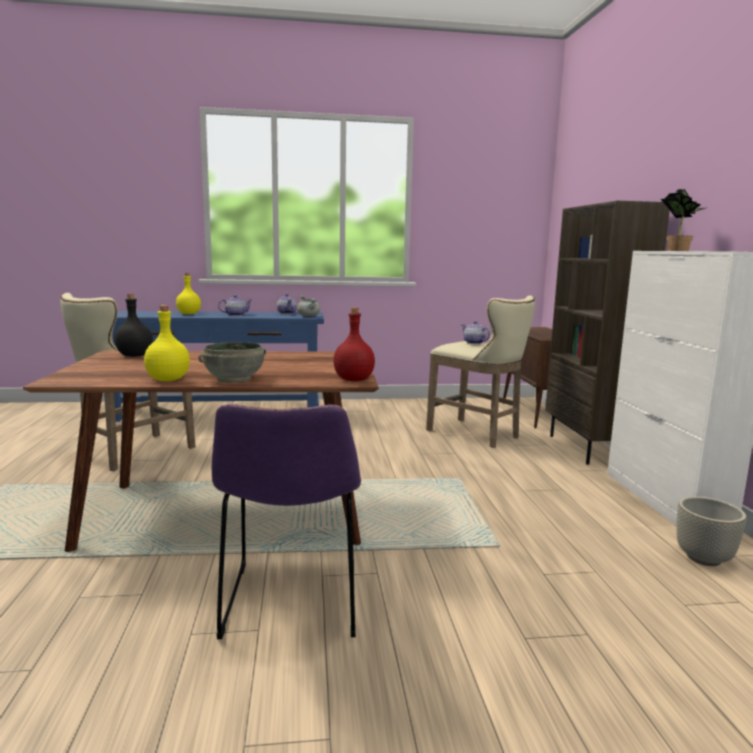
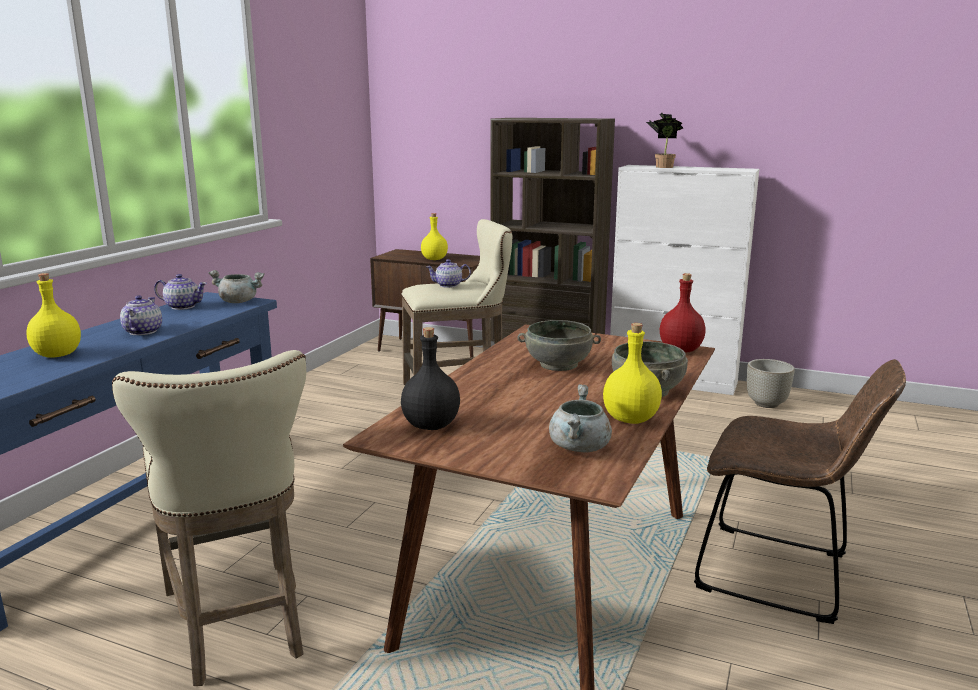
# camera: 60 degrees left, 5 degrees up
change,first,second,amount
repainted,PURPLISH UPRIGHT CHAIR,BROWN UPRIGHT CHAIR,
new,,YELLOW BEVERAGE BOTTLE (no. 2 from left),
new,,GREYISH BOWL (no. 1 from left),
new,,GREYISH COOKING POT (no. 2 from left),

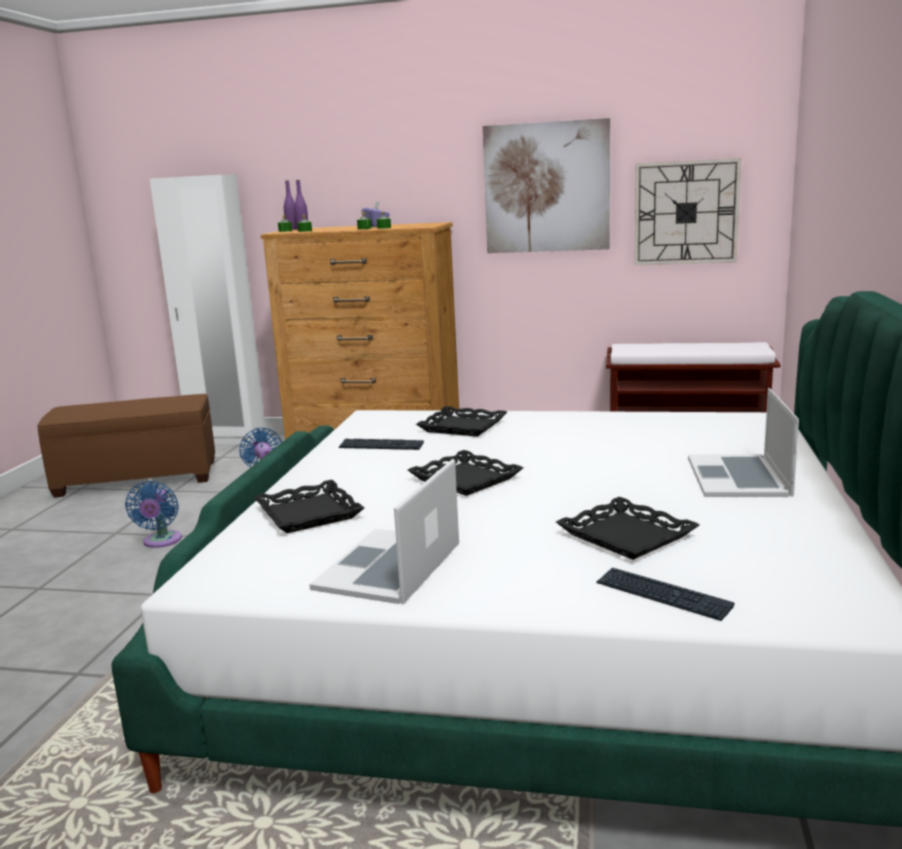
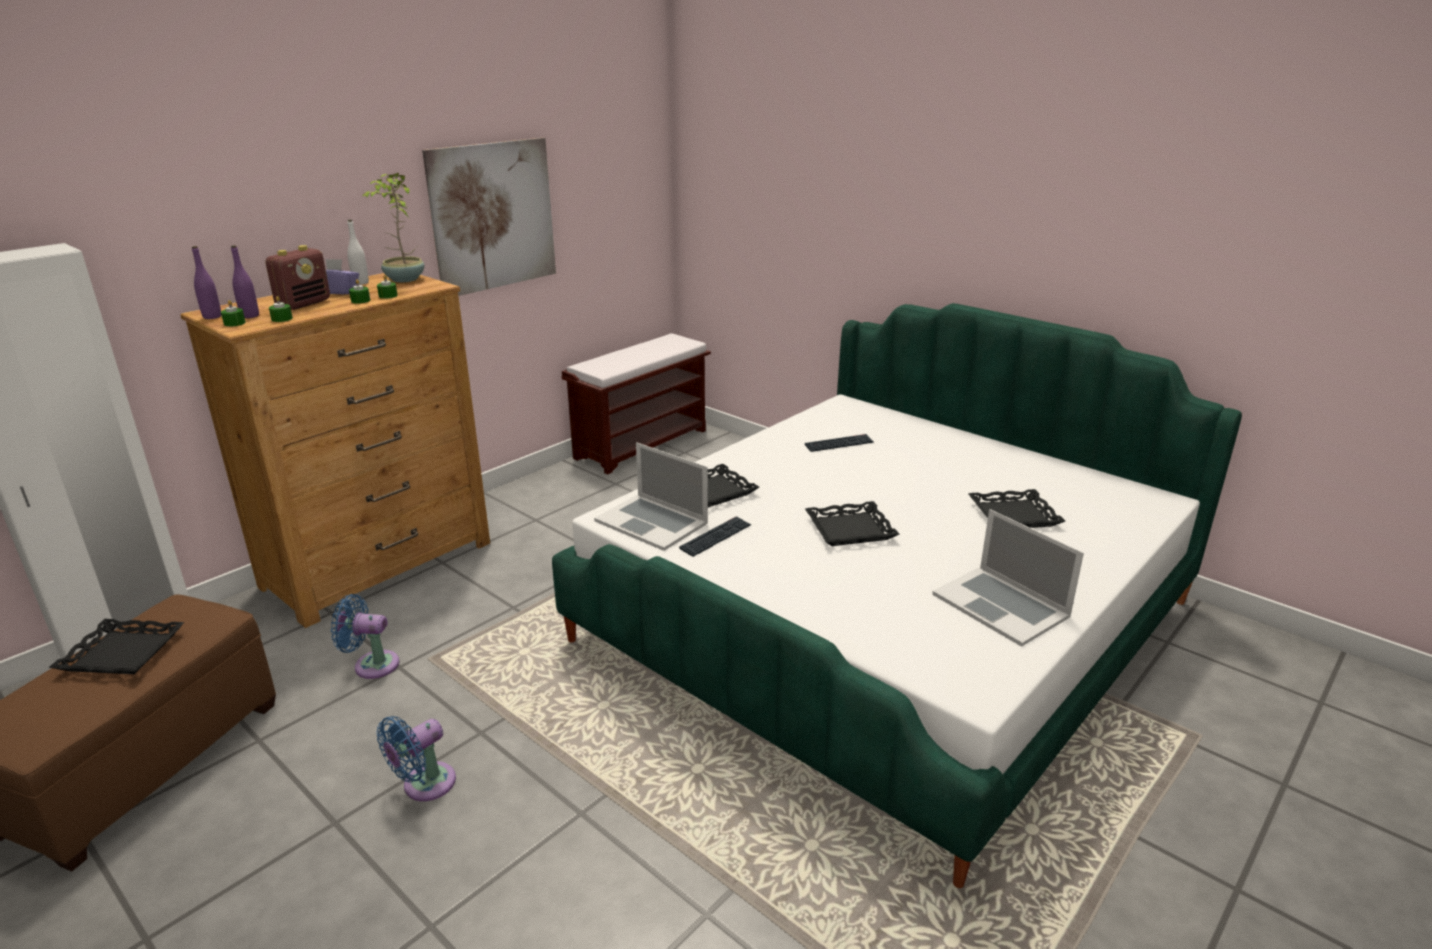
# camera: 60 degrees left, 10 degrees up
change,first,second,amount
rotated,BLUE-COLOURED FAN (no. 1 from left in the first image),BLUE-COLOURED FAN (no. 2 from left),105 degrees clockwise
shifted,BLACK SERVING TRAY (no. 1 from left),,
shifted,COMPUTER KEYBOARD (no. 2 from left),,
gone,WALL CLOCK,,
shifted,LAPTOP (no. 2 from left in the first image),LAPTOP (no. 1 from left),
new,,RADIO RECEIVER,
new,,WHITE-COLOURED BEVERAGE BOTTLE,
new,,HOUSEPLANT,

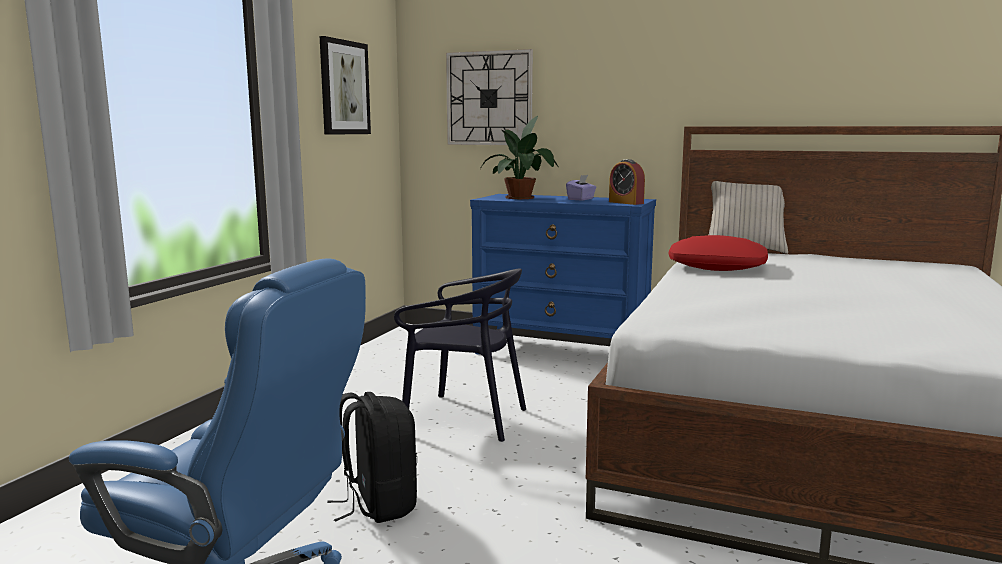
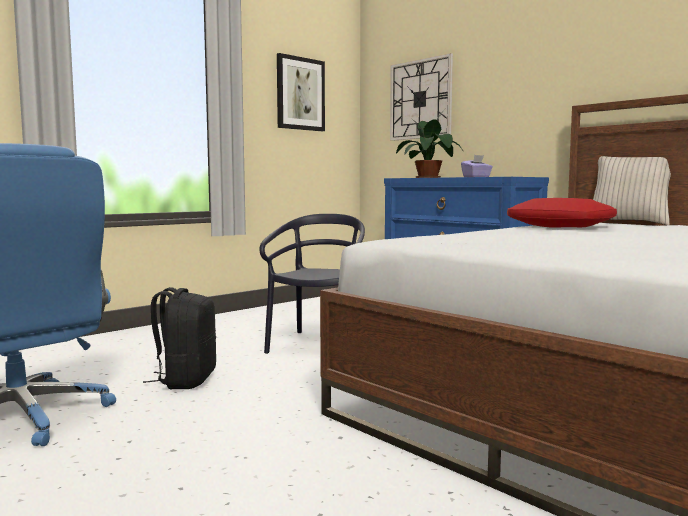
# camera: 25 degrees right, 5 degrees down
change,first,second,amount
rotated,BLACK UPRIGHT CHAIR,,120 degrees counterclockwise
gone,BEDSIDE CLOCK,,

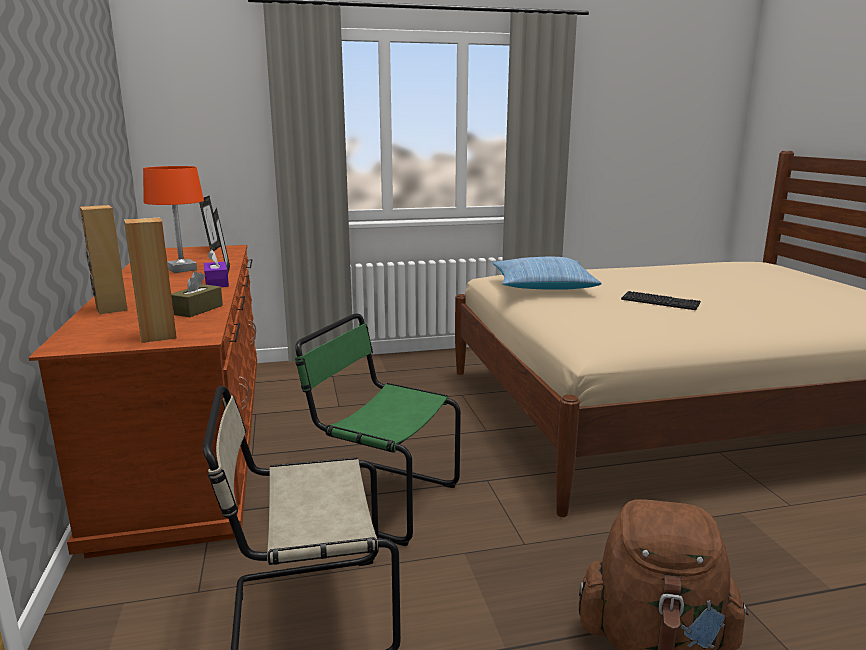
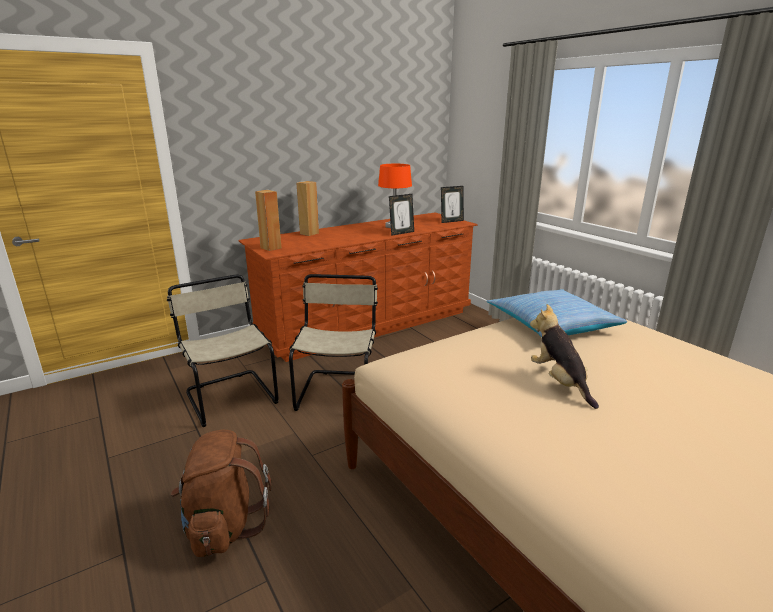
# camera: 70 degrees right, 5 degrees up
change,first,second,amount
gone,BROWN TISSUE HOLDER,,
gone,PURPLISH TISSUE HOLDER,,
repainted,GREENISH UPRIGHT CHAIR,BEIGE UPRIGHT CHAIR (no. 2 from left),
swapped,COMPUTER KEYBOARD,PLUSH TOY,

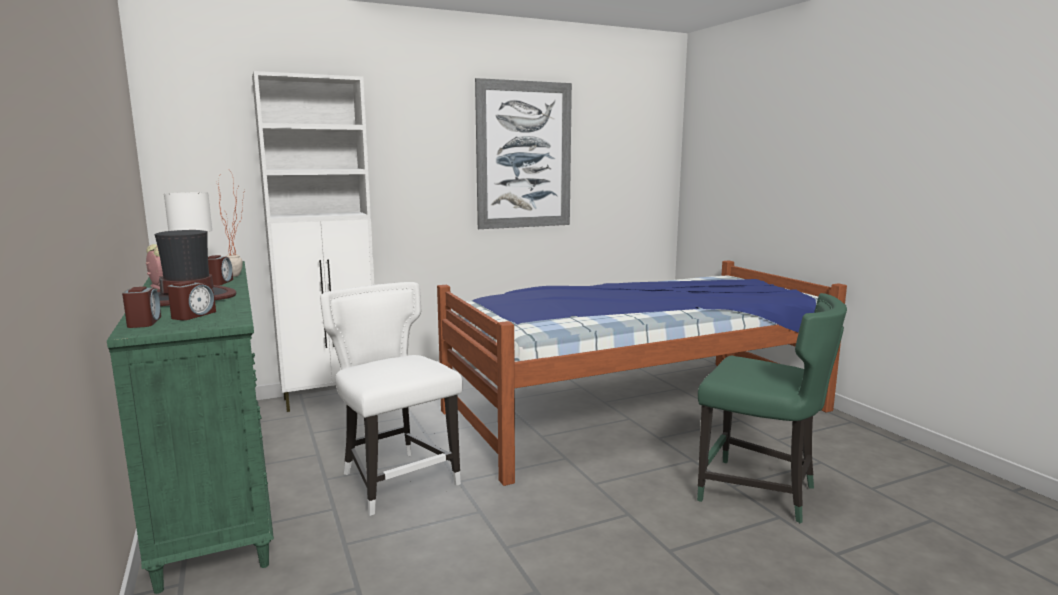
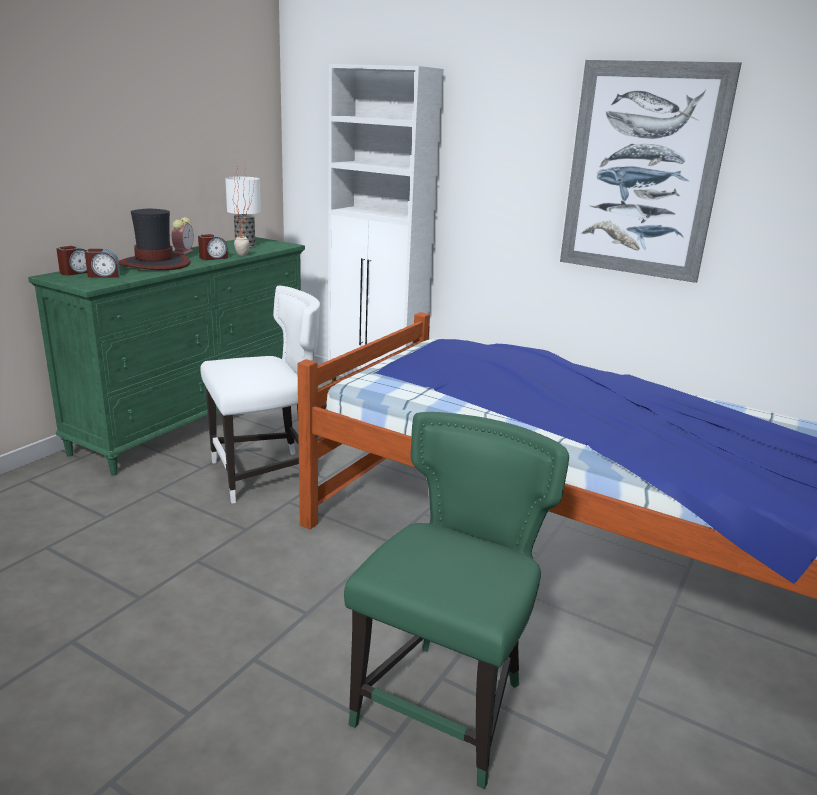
# camera: 55 degrees right, 10 degrees up
change,first,second,amount
rotated,WHITE-COLOURED UPRIGHT CHAIR,,45 degrees clockwise
rotated,GREENISH UPRIGHT CHAIR,,150 degrees counterclockwise

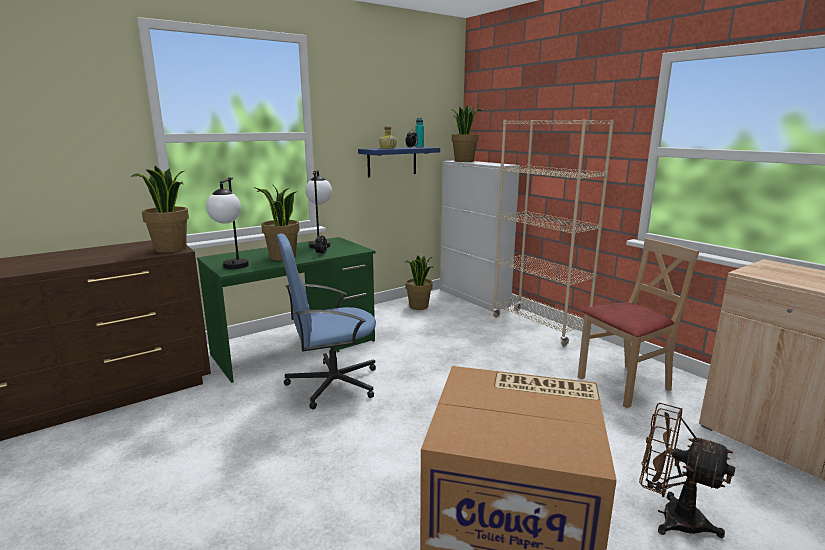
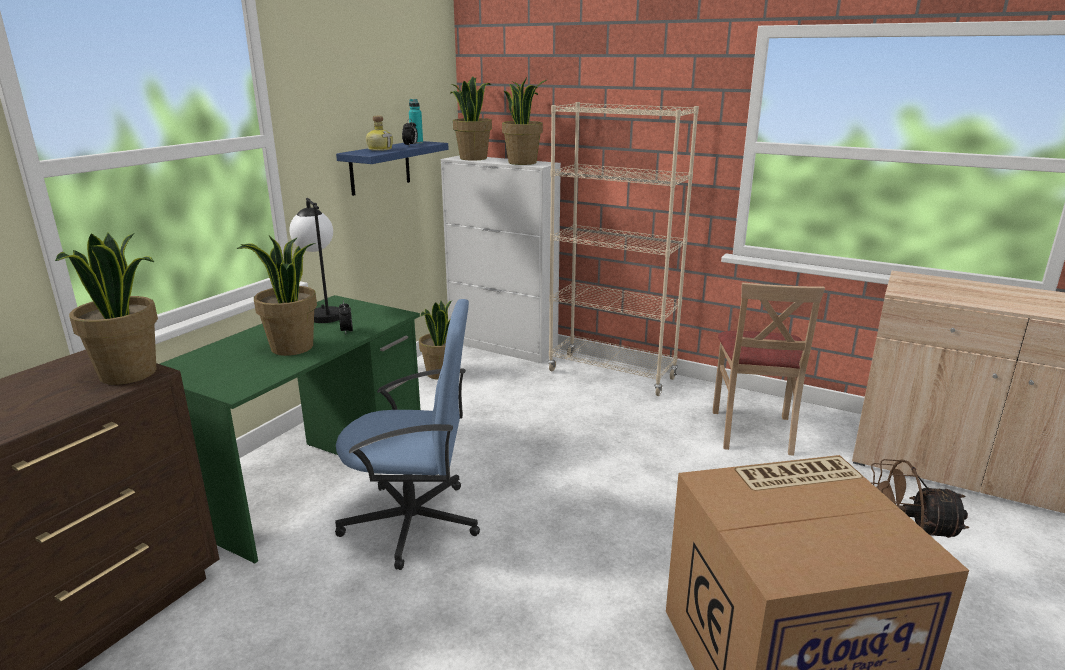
# camera: 25 degrees left, 5 degrees up
change,first,second,amount
gone,LAMP FOR A TABLE (no. 1 from left),,
rotated,BLUE-COLOURED OFFICE CHAIR,,135 degrees counterclockwise
rotated,BEIGE UPRIGHT CHAIR,,150 degrees clockwise
new,,HOUSEPLANT (no. 5 from left),

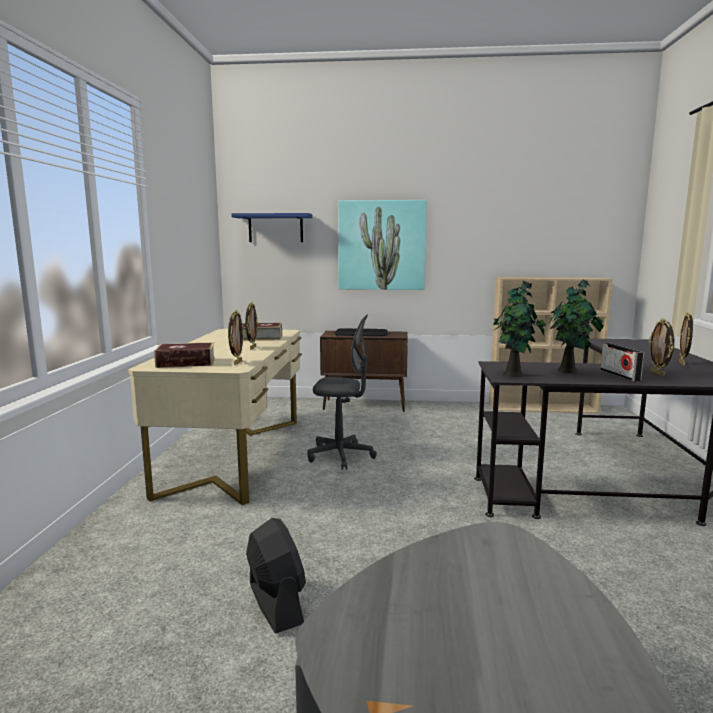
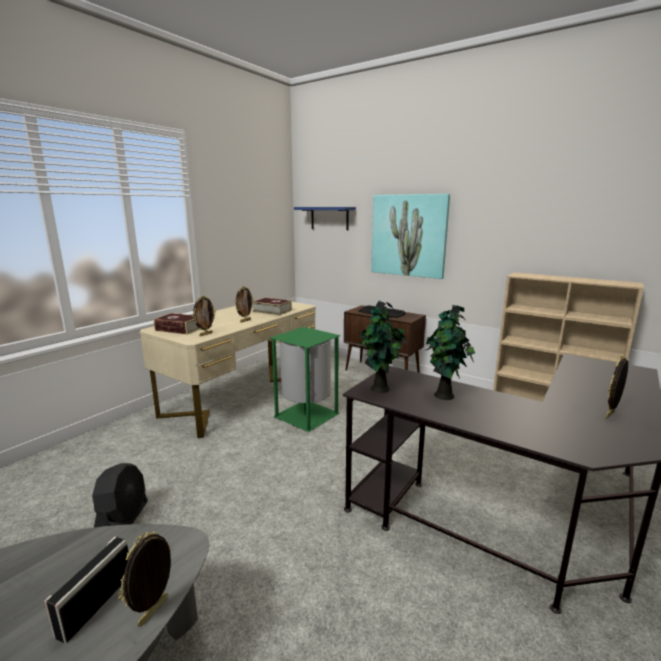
# camera: 30 degrees right, 5 degrees up
change,first,second,amount
swapped,GREYISH OFFICE CHAIR,GREENISH TRASH CAN,
shifted,RADIO RECEIVER,,
shifted,STANDING FRAME (no. 3 from left in the first image),STANDING FRAME (no. 1 from left),

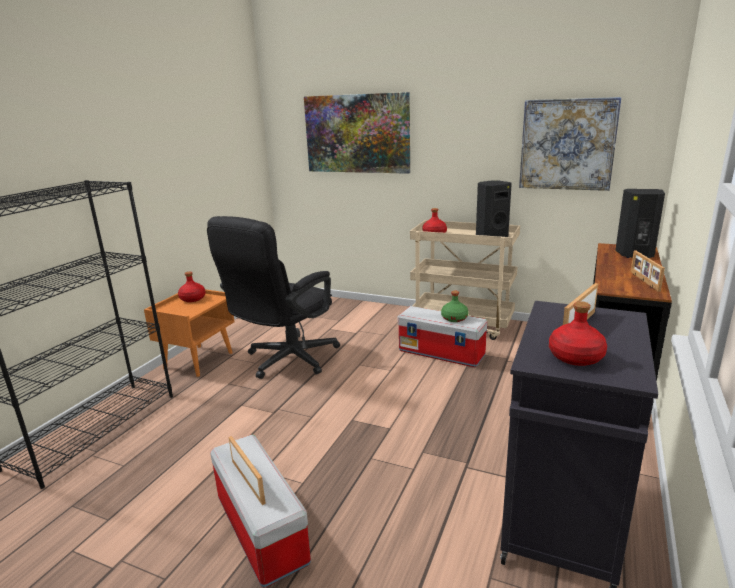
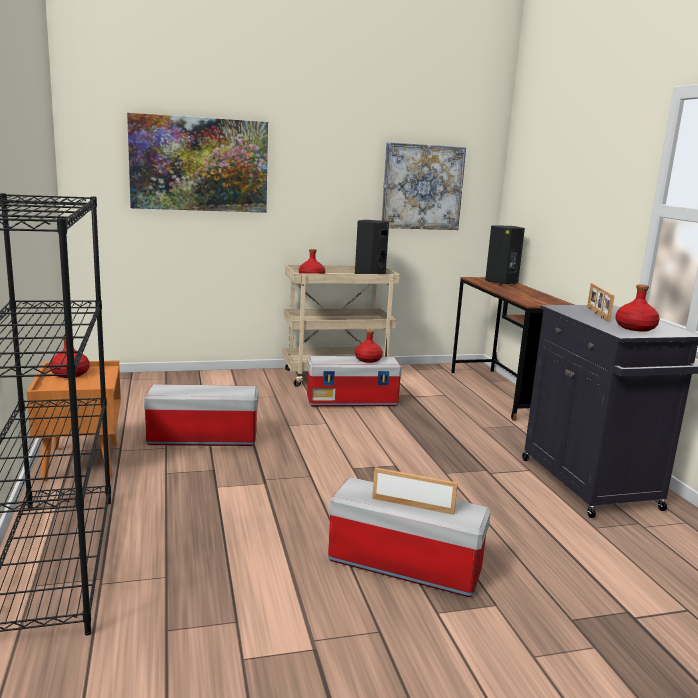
# camera: 40 degrees left, 5 degrees down
change,first,second,amount
swapped,BLACK OFFICE CHAIR,STORAGE BIN (no. 1 from left),
repainted,GREENISH BEVERAGE BOTTLE,REDDISH BEVERAGE BOTTLE (no. 3 from left),
gone,STANDING FRAME (no. 3 from left),,

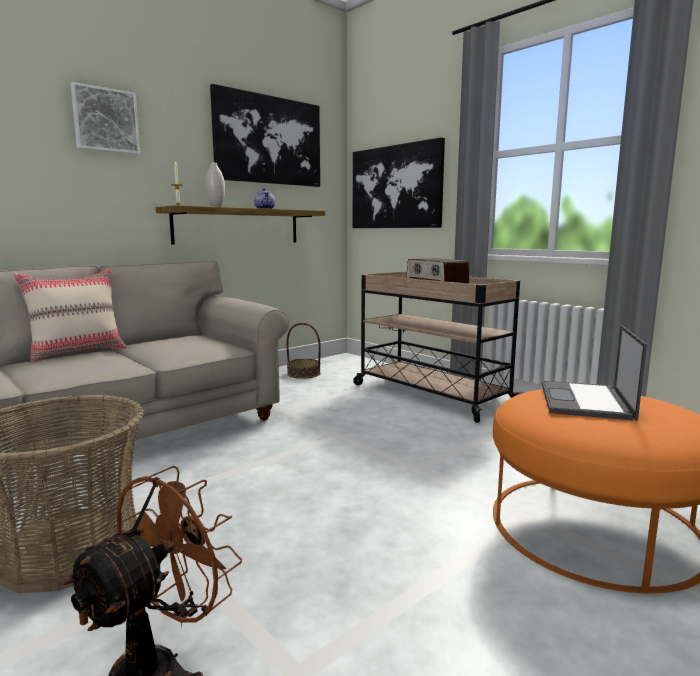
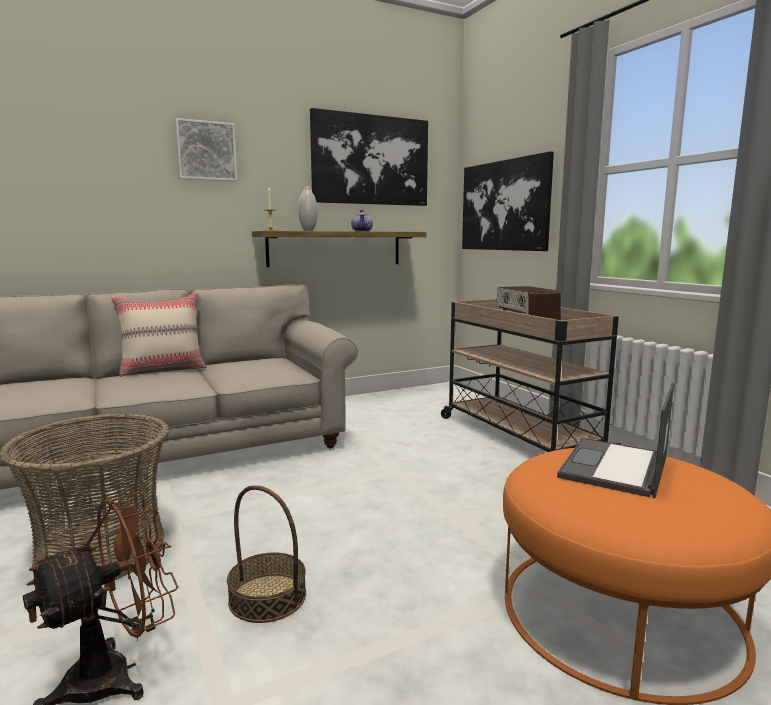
# camera: 15 degrees right, 0 degrees up
change,first,second,amount
shifted,HOUSEHOLD BASKET (no. 2 from left),,

